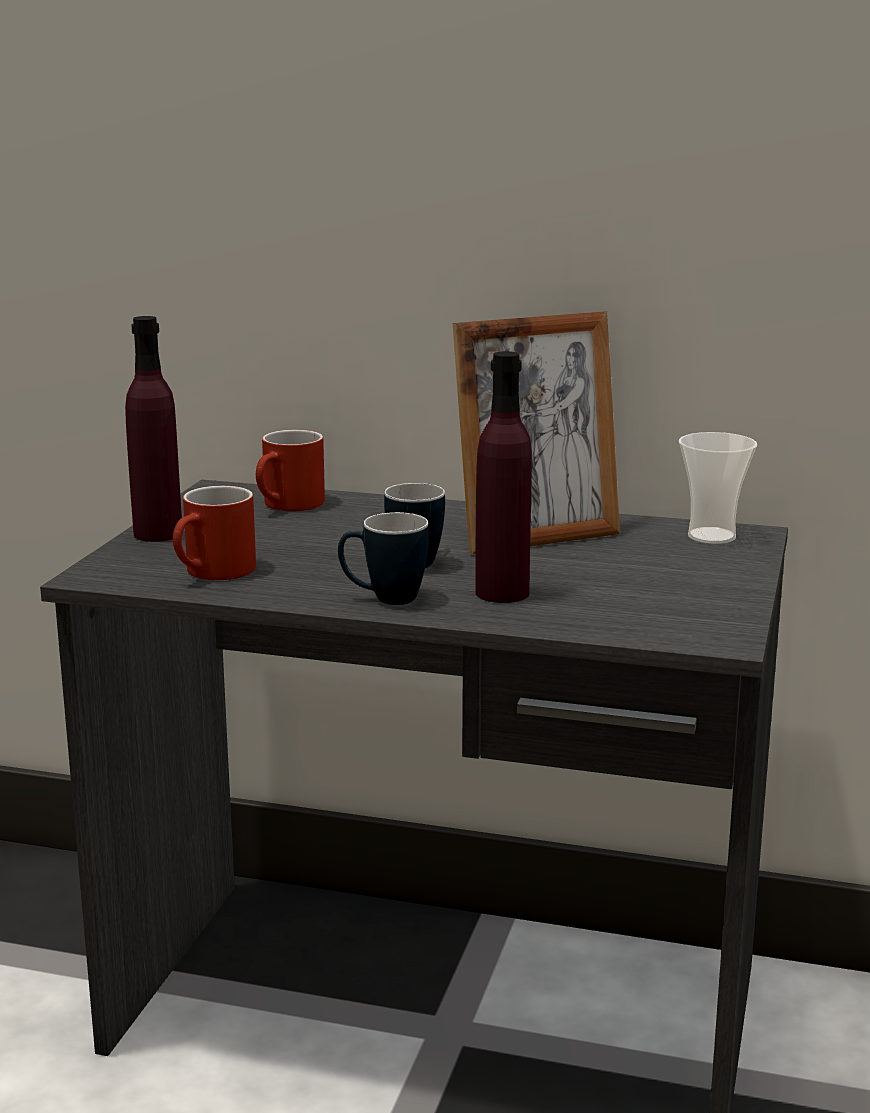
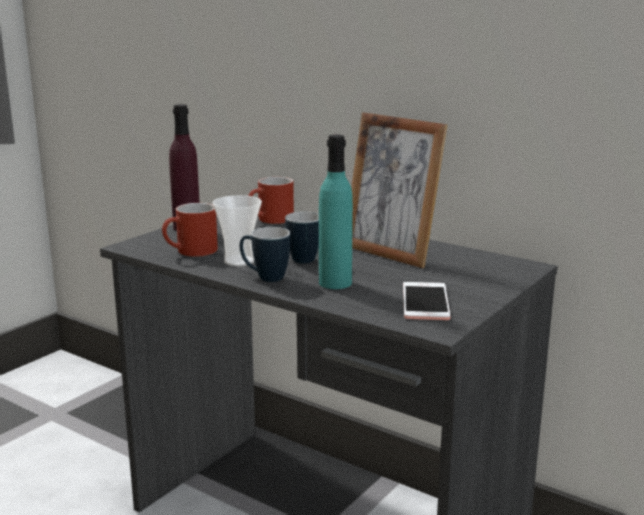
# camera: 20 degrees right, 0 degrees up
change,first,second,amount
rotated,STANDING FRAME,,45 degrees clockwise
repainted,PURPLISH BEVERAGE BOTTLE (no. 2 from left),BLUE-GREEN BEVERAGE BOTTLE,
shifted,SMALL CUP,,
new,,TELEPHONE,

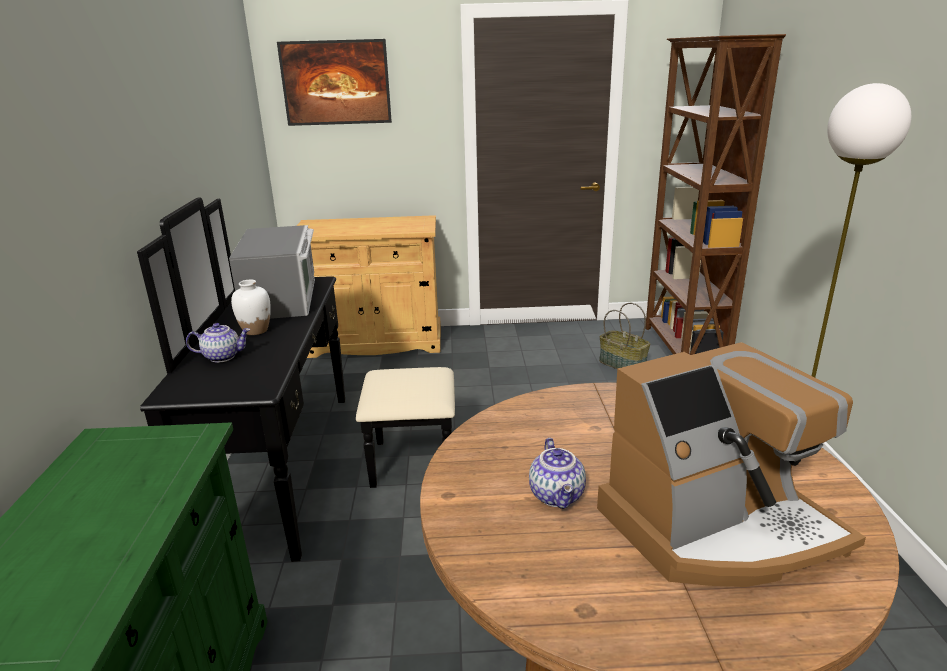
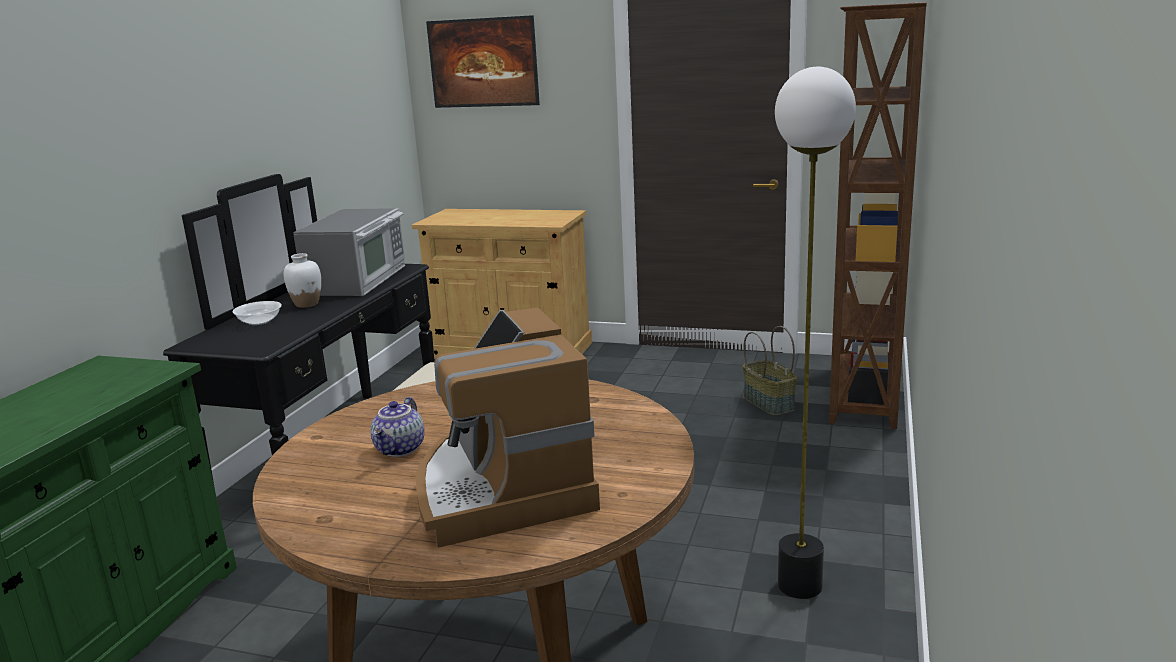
# camera: 20 degrees right, 5 degrees down
change,first,second,amount
swapped,TEAPOT (no. 1 from left),BOWL,
rotated,COFFEE MAKER,,75 degrees clockwise

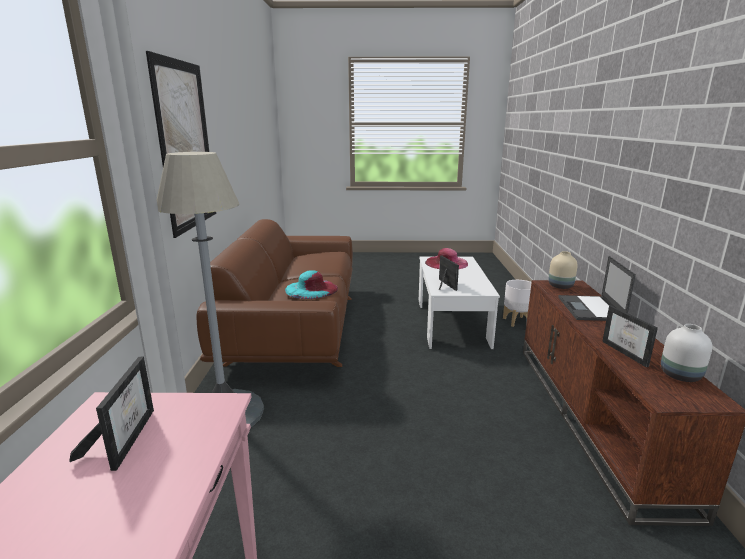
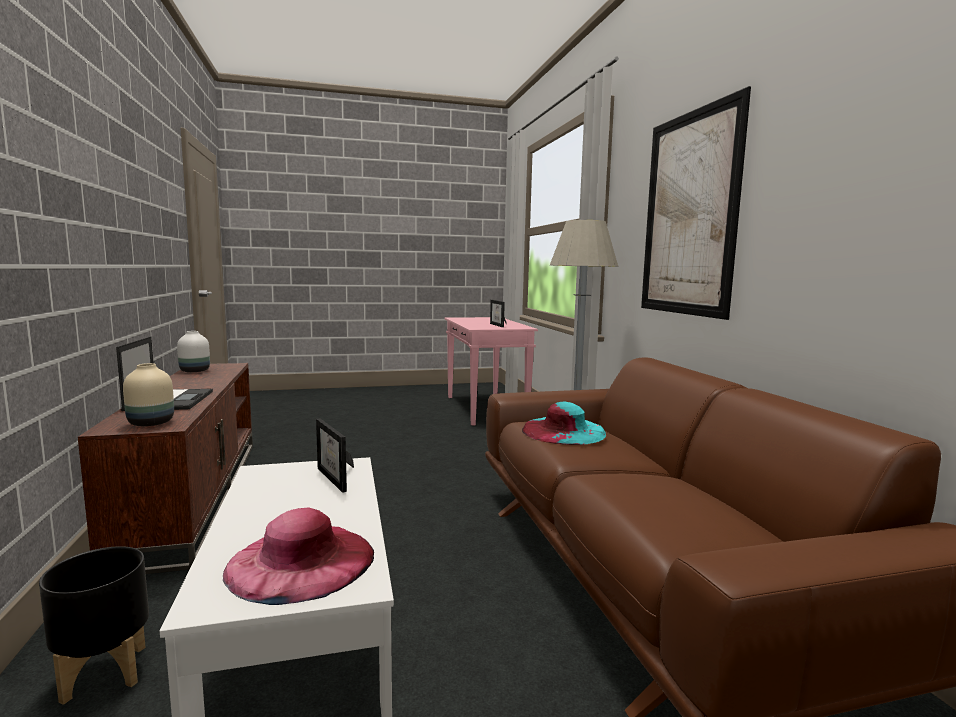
# camera: 165 degrees right, 10 degrees down
change,first,second,amount
repainted,WHITE-COLOURED PLANTER,BLACK PLANTER,
gone,STANDING FRAME (no. 3 from left),,

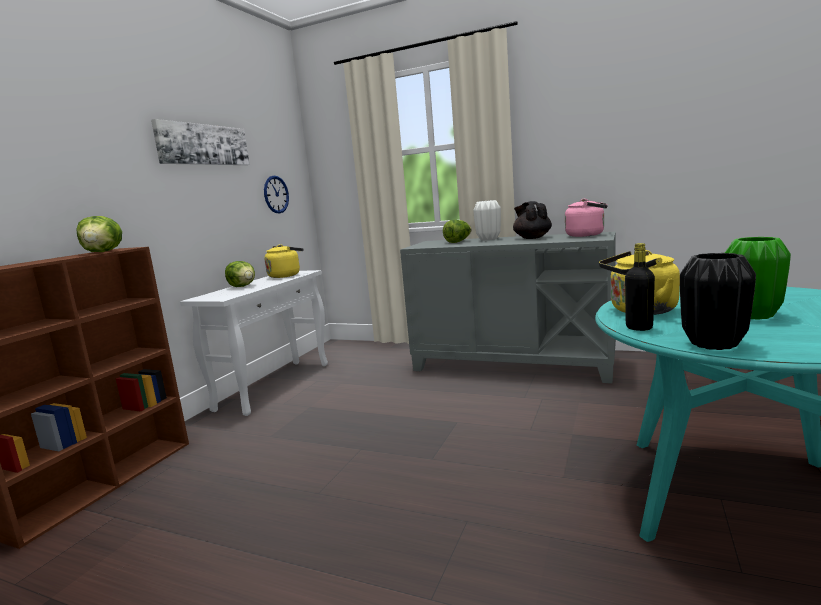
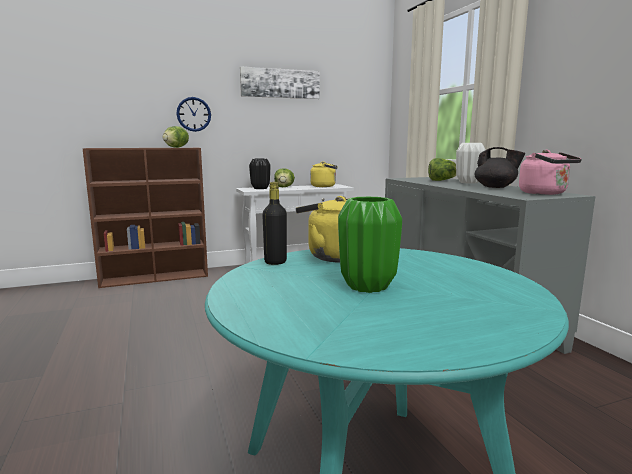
# camera: 45 degrees right, 0 degrees up
change,first,second,amount
shifted,WALL CLOCK,,
rotated,BLACK TEAPOT,,90 degrees clockwise
shifted,BLACK DECORATIVE VASE,,

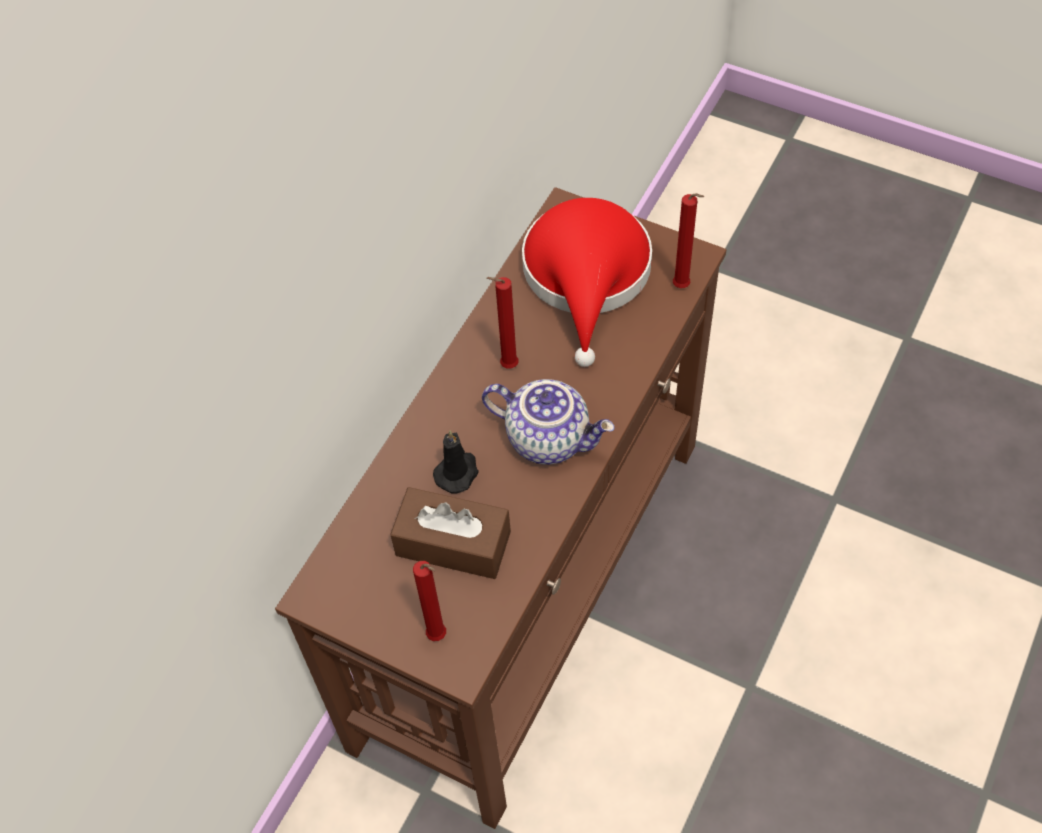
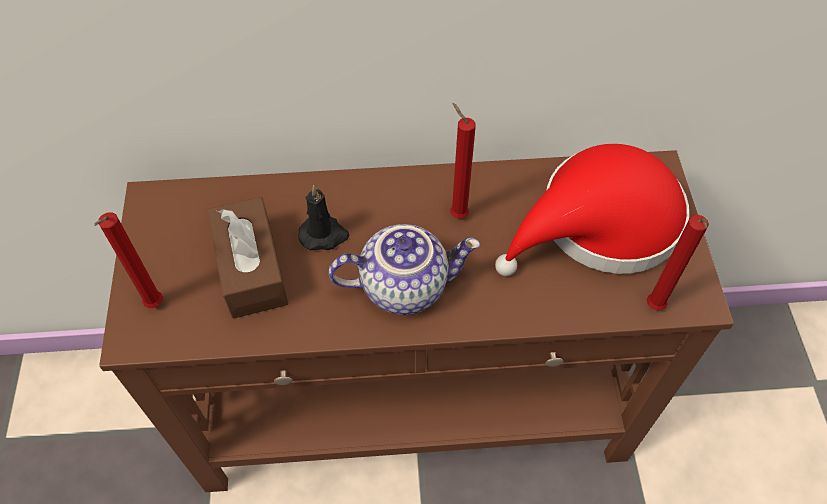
# camera: 55 degrees right, 0 degrees up
change,first,second,amount
rotated,TEAPOT,,90 degrees counterclockwise

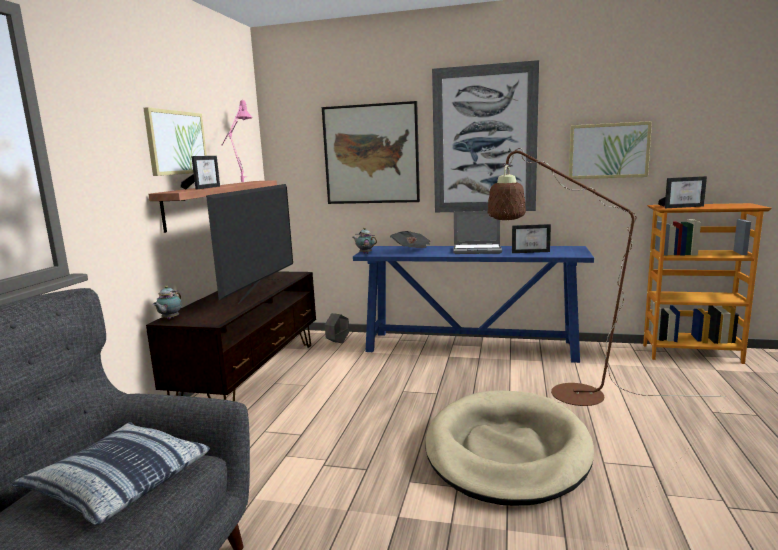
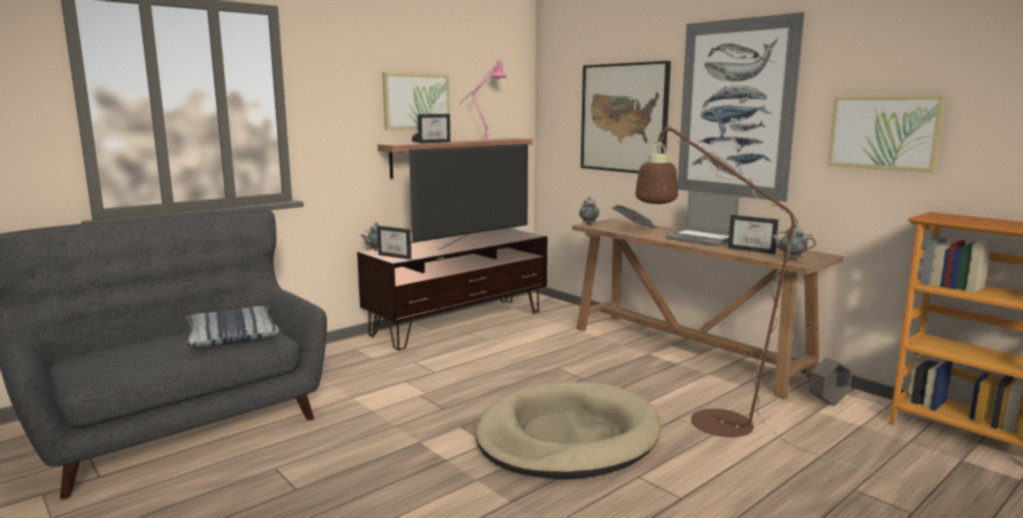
# camera: 35 degrees right, 0 degrees up
change,first,second,amount
shifted,GREYISH PLANTER,,
repainted,BLUE-COLOURED NARROW TABLE,BROWN NARROW TABLE,
shifted,STANDING FRAME (no. 3 from left in the first image),STANDING FRAME (no. 1 from left),
new,,TEAPOT (no. 3 from left),

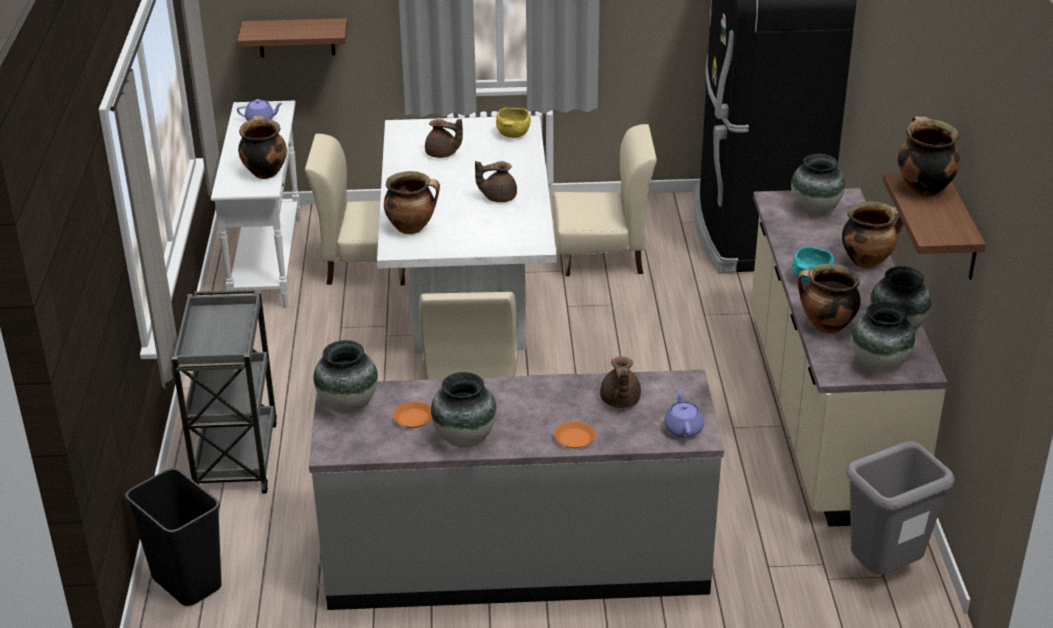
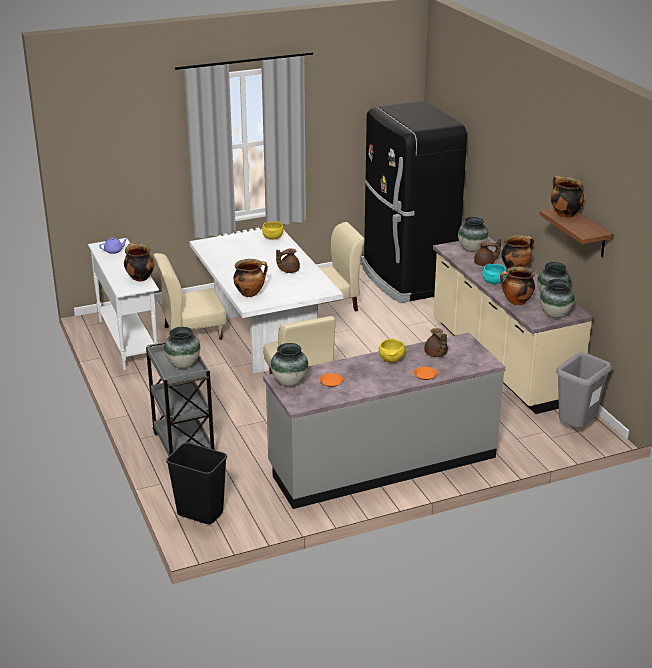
# camera: 20 degrees left, 5 degrees down
change,first,second,amount
gone,BRACKET SHELF (no. 1 from left),,
shifted,BROWN TEAPOT (no. 1 from left in the first image),BROWN TEAPOT (no. 3 from left),
shifted,DECORATIVE VASE (no. 2 from left in the first image),DECORATIVE VASE (no. 1 from left),
gone,PURPLISH TEAPOT (no. 2 from left),,
new,,YELLOW BOWL (no. 2 from left),

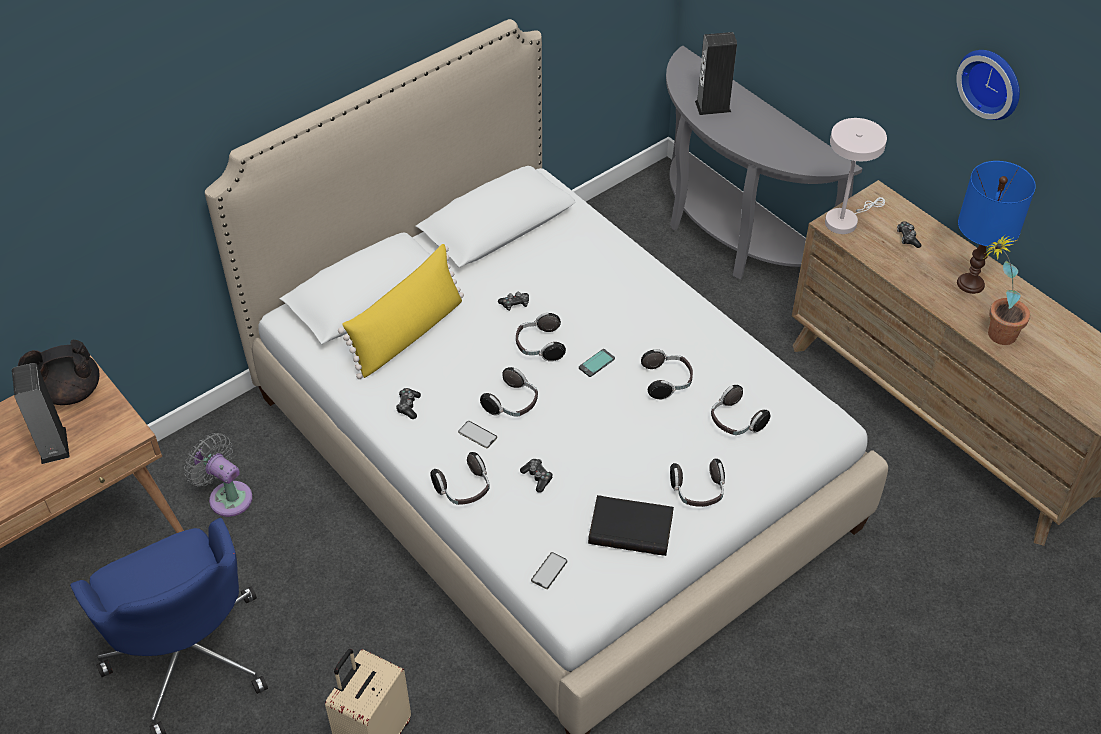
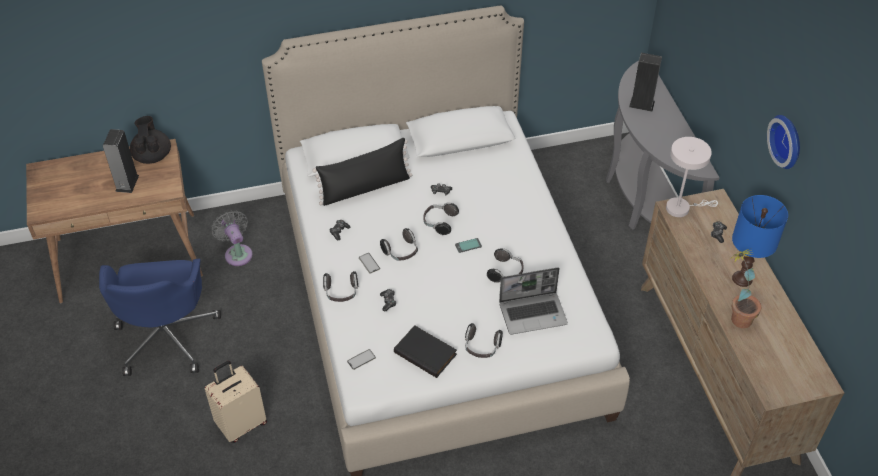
# camera: 25 degrees right, 0 degrees up
change,first,second,amount
rotated,BLACK TEAPOT,,75 degrees clockwise
repainted,YELLOW THROW PILLOW,BLACK THROW PILLOW,
swapped,HEADPHONES (no. 6 from left),LAPTOP,

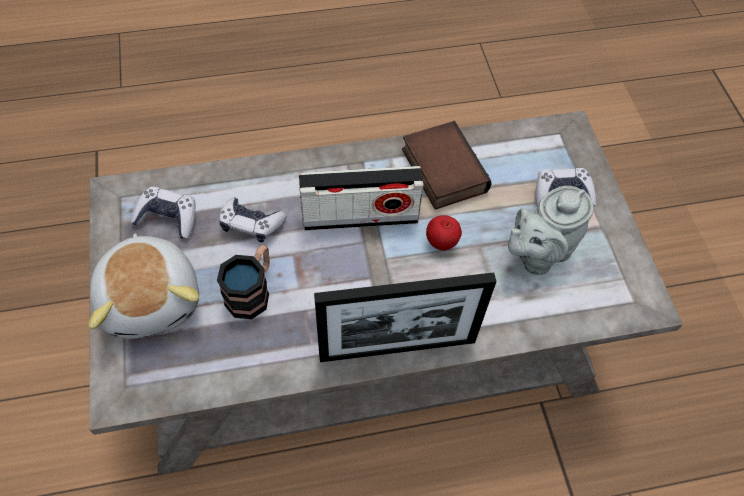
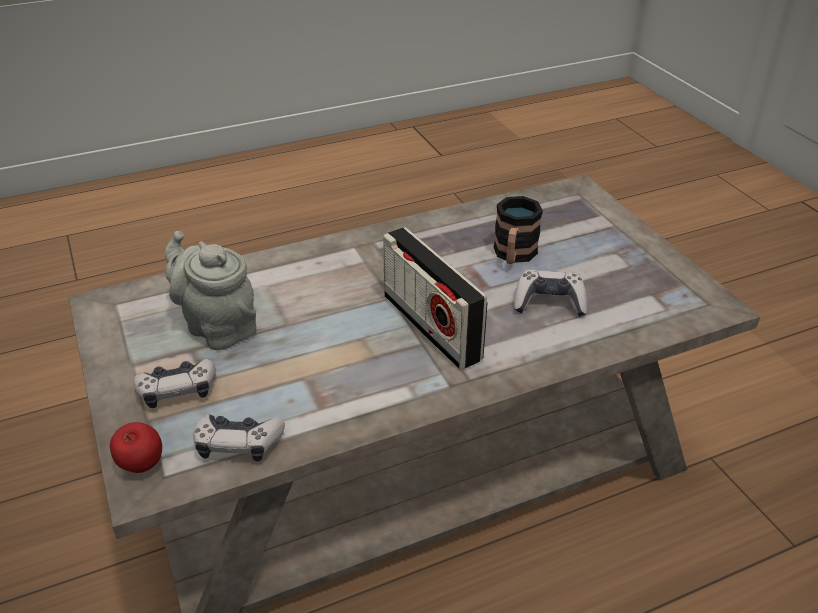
# camera: 170 degrees right, 20 degrees down
change,first,second,amount
gone,PLUSH TOY,,
shifted,JOYPAD (no. 1 from left in the first image),JOYPAD (no. 2 from left),
rotated,RADIO RECEIVER,,105 degrees counterclockwise
gone,STANDING FRAME,,
gone,BOOK,,
shifted,APPLE FRUIT,,
rotated,GREYISH TEAPOT,,90 degrees counterclockwise

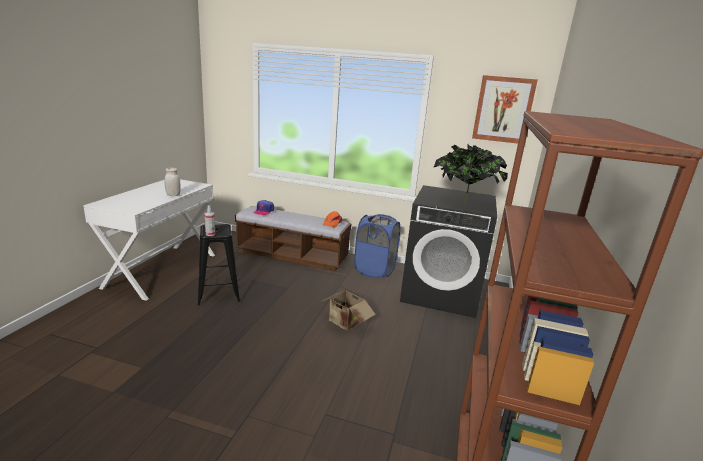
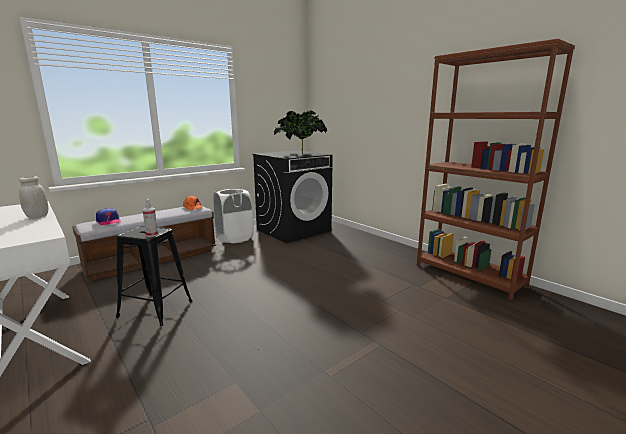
# camera: 55 degrees left, 5 degrees down
change,first,second,amount
gone,PACKING BOX,,
repainted,BLUE-COLOURED HAMPER,WHITE-COLOURED HAMPER,
gone,WALL ART,,

